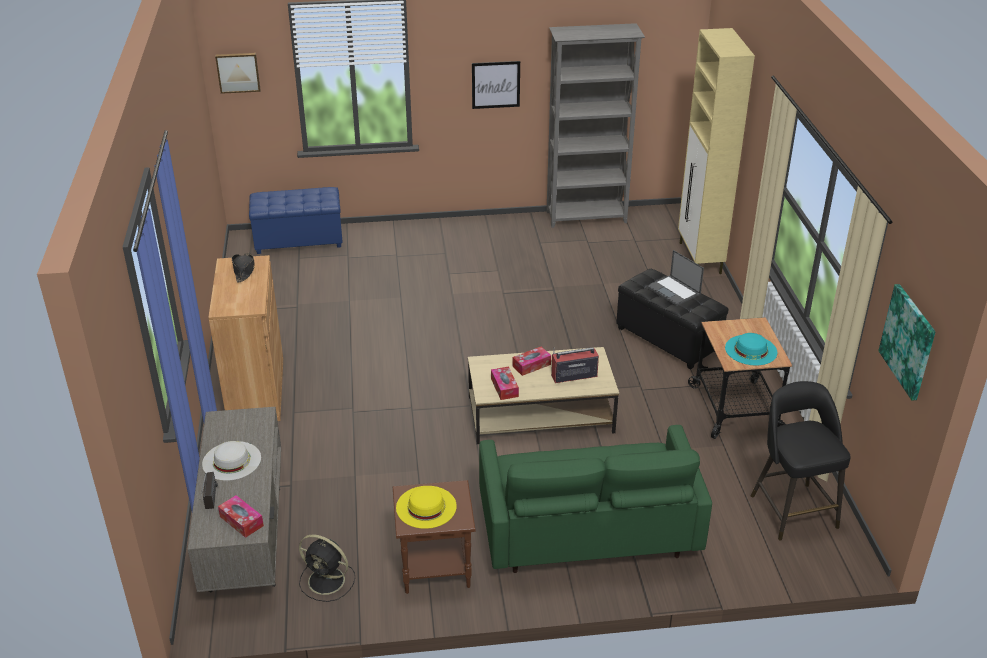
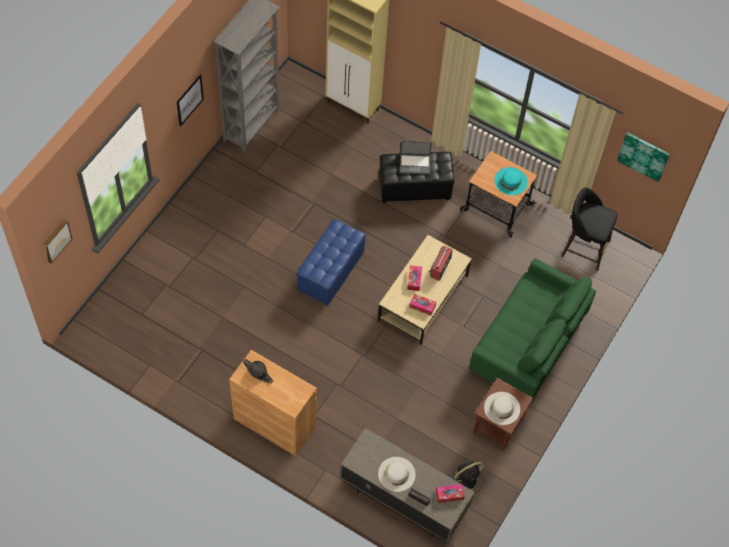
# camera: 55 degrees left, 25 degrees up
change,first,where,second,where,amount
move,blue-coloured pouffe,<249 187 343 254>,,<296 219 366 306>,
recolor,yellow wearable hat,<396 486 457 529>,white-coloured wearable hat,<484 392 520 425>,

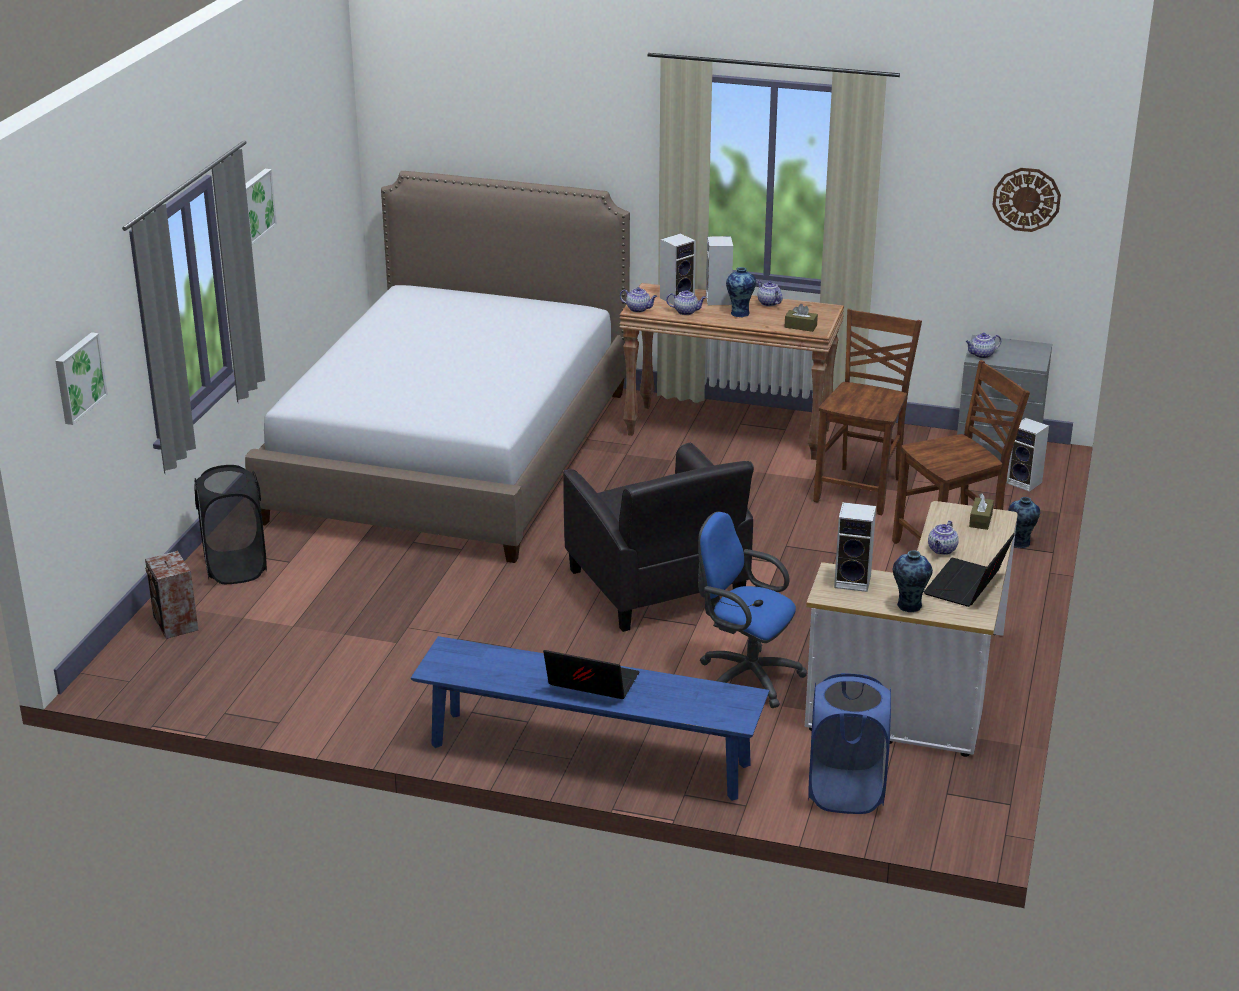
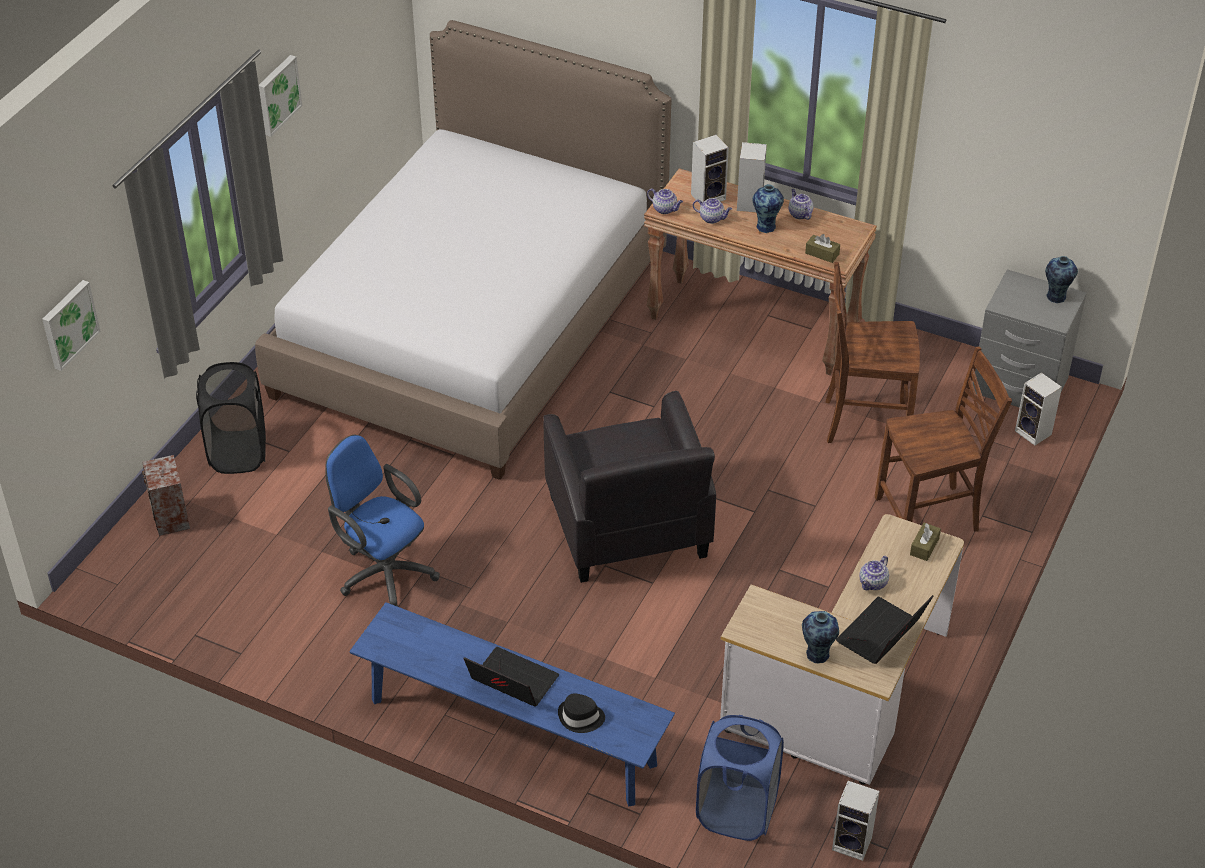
# camera: 10 degrees right, 15 degrees up
change,first,where,second,where,amount
delete,pot for tea,<965 333 1001 359>,,,
delete,hanging clock,<992 168 1061 232>,,,
insert,,,black-coloured wearable hat,<558 693 605 733>,
move,blue-coloured desk chair,<698 511 807 708>,,<325 435 440 607>,
move,speaker,<834 502 876 592>,,<832 781 880 861>,
move,decorative vase,<1008 497 1040 548>,,<1045 256 1078 303>,
rotate,brown upright chair,<813 309 922 515>,,<825 262 920 443>,120 degrees counterclockwise

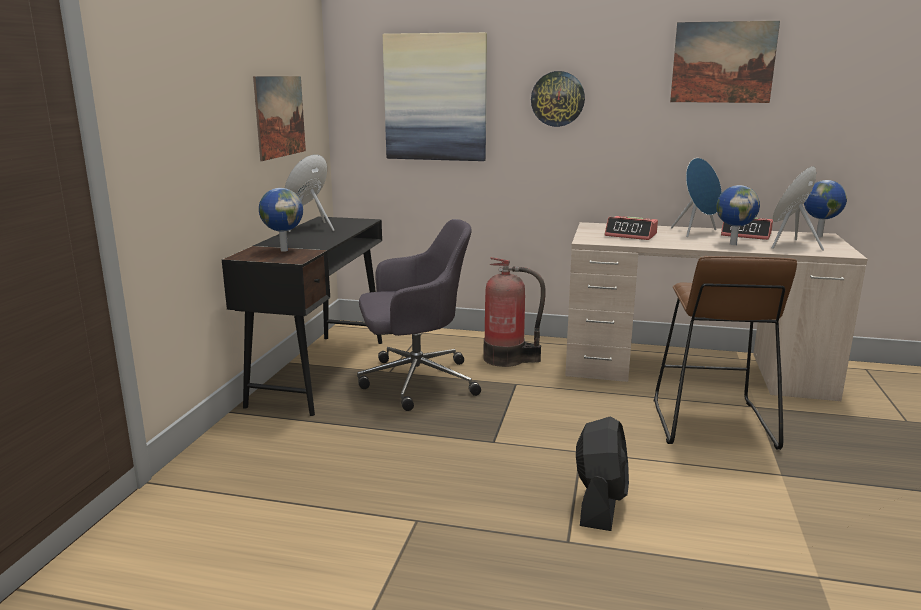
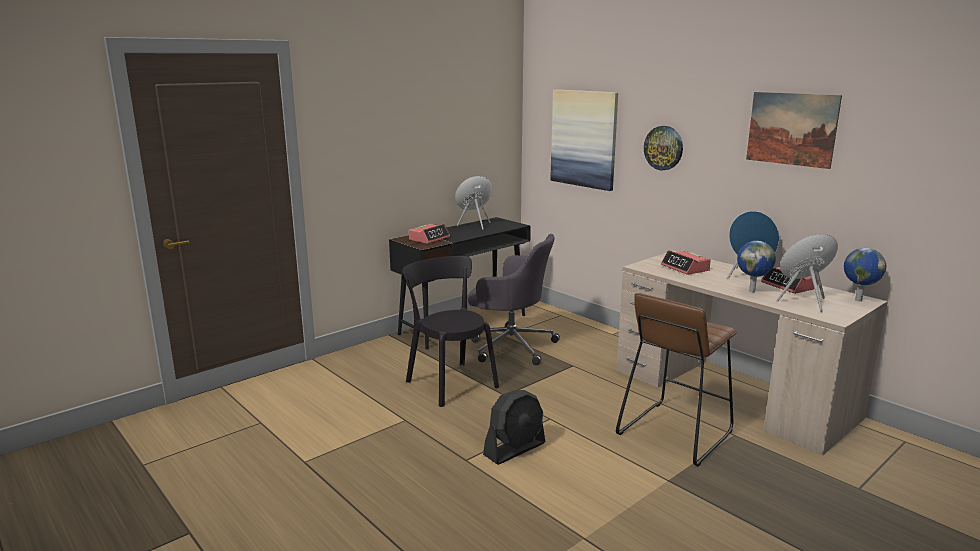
# camera: 35 degrees right, 0 degrees up
change,first,where,second,where,amount
delete,wall art,<253 76 306 161>,,,
delete,fire-fighting cylinder,<483 257 546 367>,,,
insert,,,black-coloured upright chair,<402 256 499 407>,
replace,world globe,<259 188 303 252>,table clock,<409 224 450 244>,

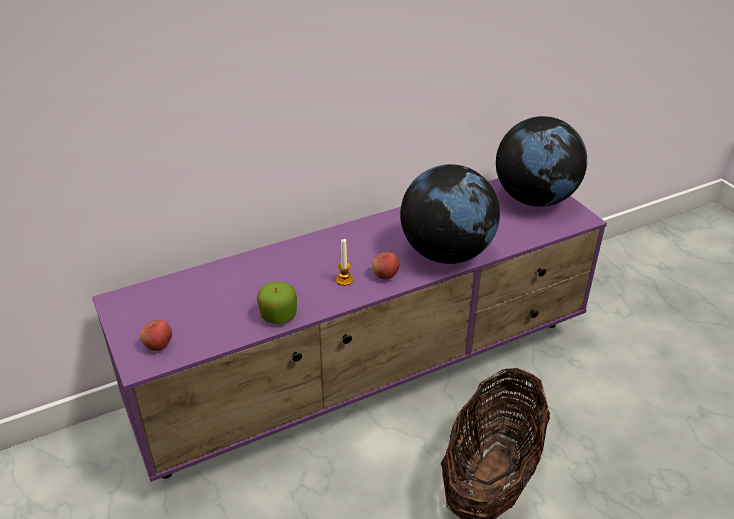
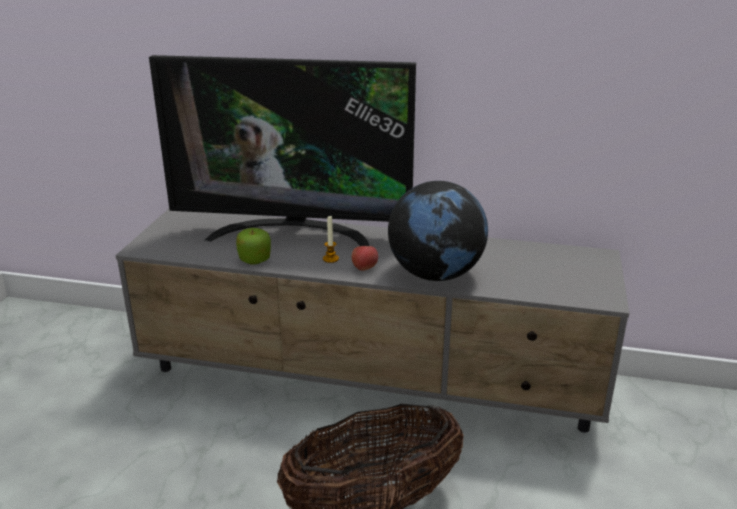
# camera: 40 degrees right, 10 degrees down
change,first,where,second,where,amount
delete,apple,<140 320 172 351>,,,
delete,world globe,<496 116 587 207>,,,
insert,,,TV,<149 55 416 246>,
recolor,purple media console,<92 178 607 482>,greyish media console,<116 209 629 433>,

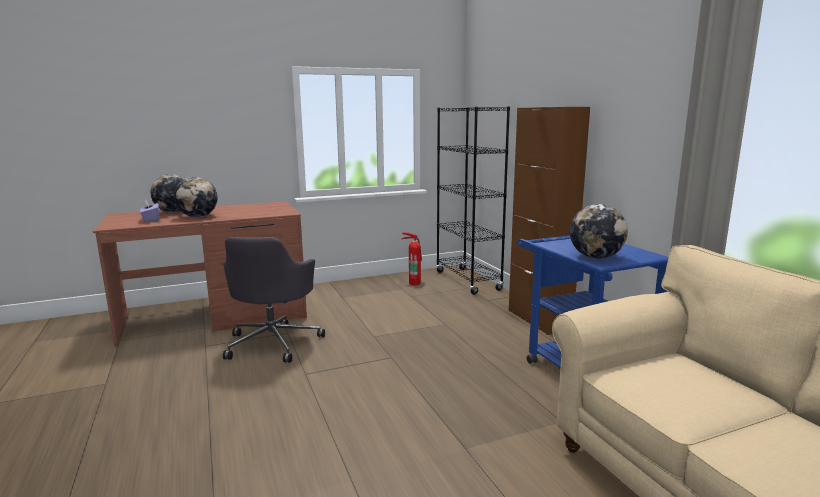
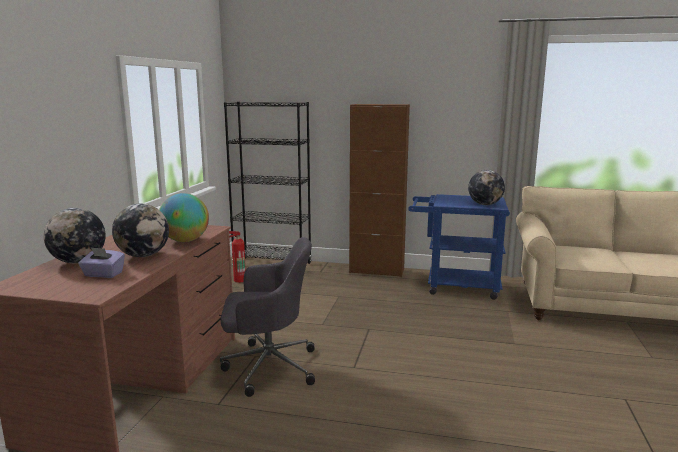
# camera: 55 degrees left, 0 degrees up
change,first,where,second,where,amount
insert,,,world globe,<159 193 209 242>,
rotate,greyish desk chair,<223 237 325 363>,,<220 237 315 397>,45 degrees counterclockwise

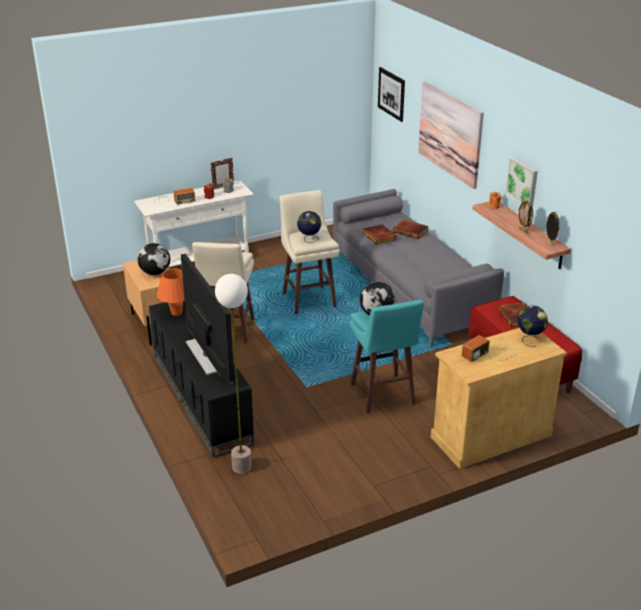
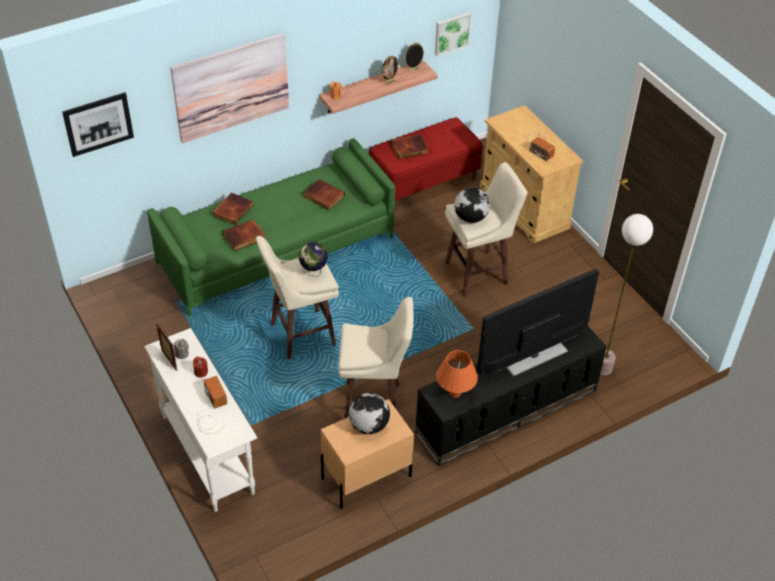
# camera: 95 degrees left, 15 degrees up
change,first,where,second,where,amount
delete,world globe,<517 305 548 347>,,,
insert,,,book,<303 179 345 210>,
move,wall art,<505 157 538 208>,,<435 12 472 56>,
recolor,greyish settee,<333 189 504 347>,green-coloured settee,<147 138 395 317>,
recolor,turquoise stool seat,<350 300 424 414>,beige-coloured stool seat,<445 162 527 296>,

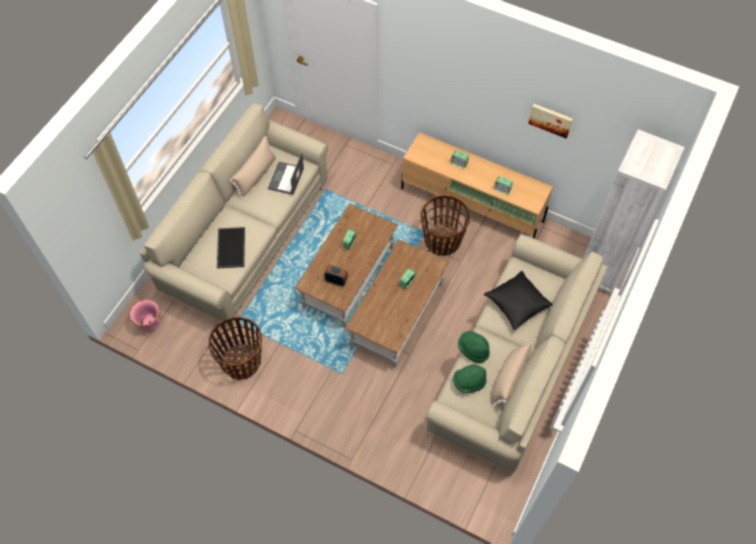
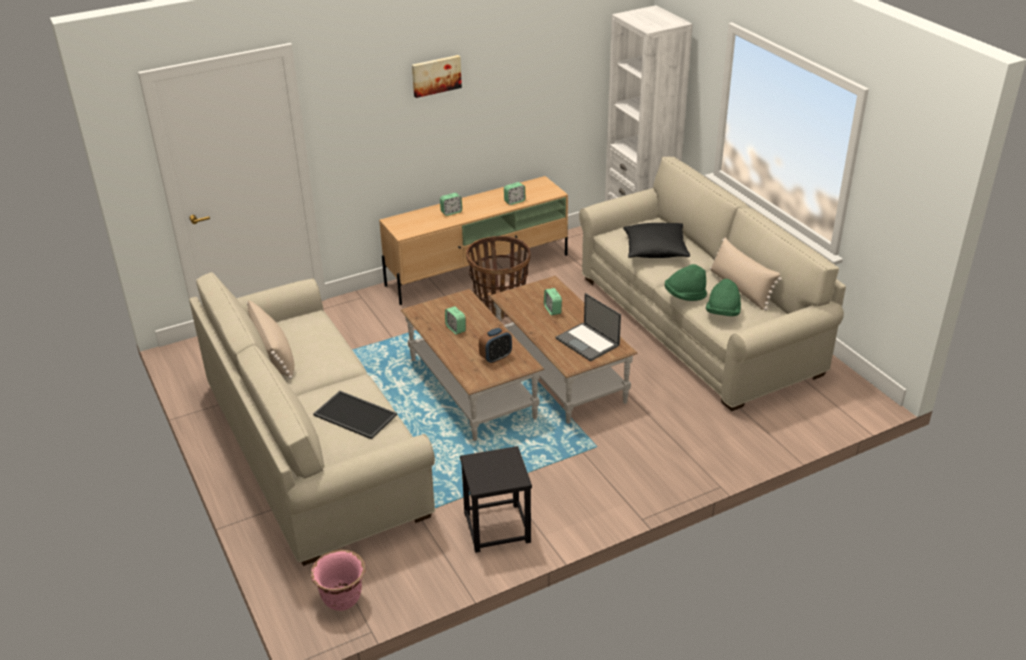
# camera: 55 degrees left, 25 degrees down
change,first,where,second,where,amount
move,portable computer,<268 153 304 195>,,<556 293 621 362>,
move,wall art,<528 104 573 138>,,<412 55 462 98>,
replace,storage basket,<208 317 262 380>,black-coloured stool seat,<460 446 532 553>,

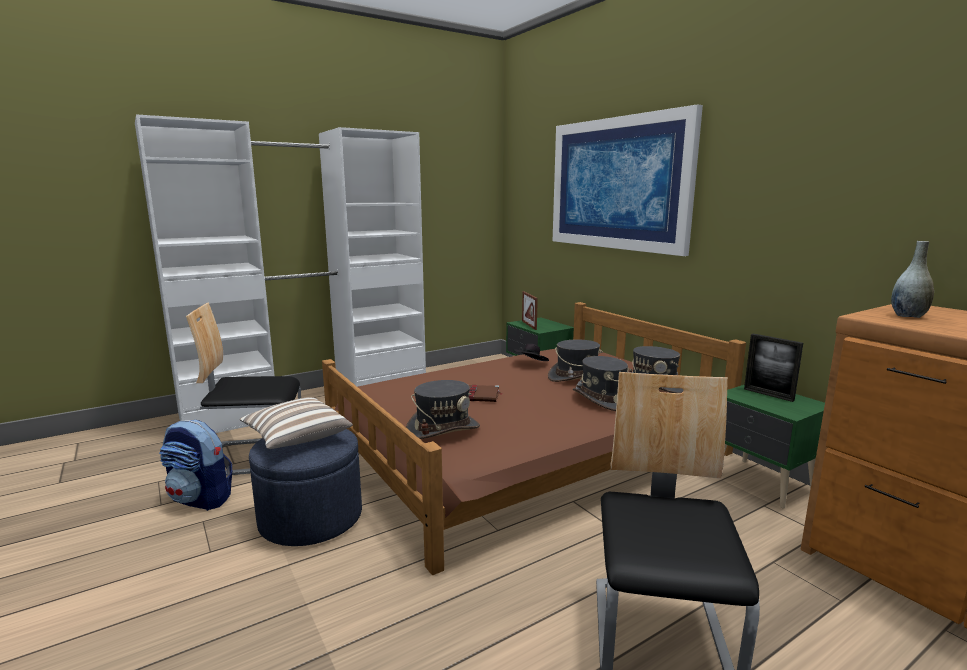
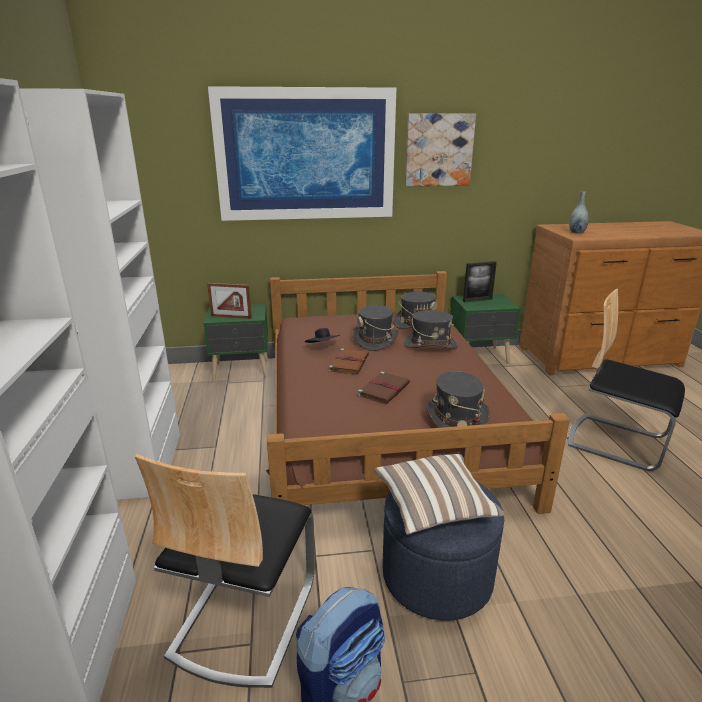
# camera: 65 degrees left, 10 degrees up
change,first,where,second,where,amount
insert,,,brown book,<329 348 369 375>,
insert,,,wall art,<405 113 476 187>,

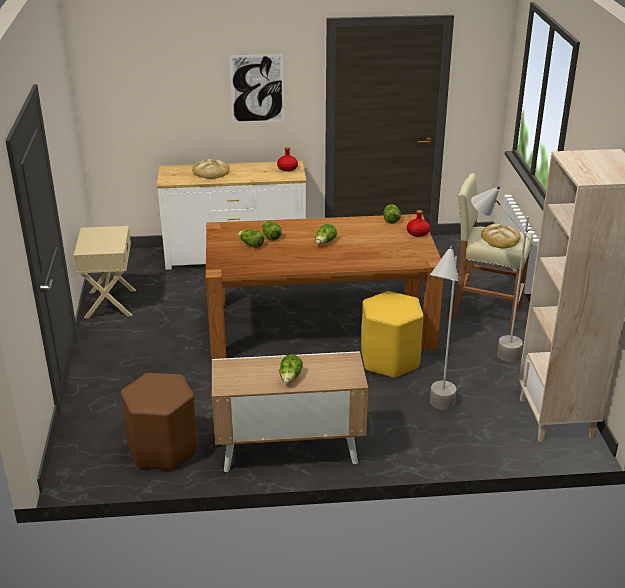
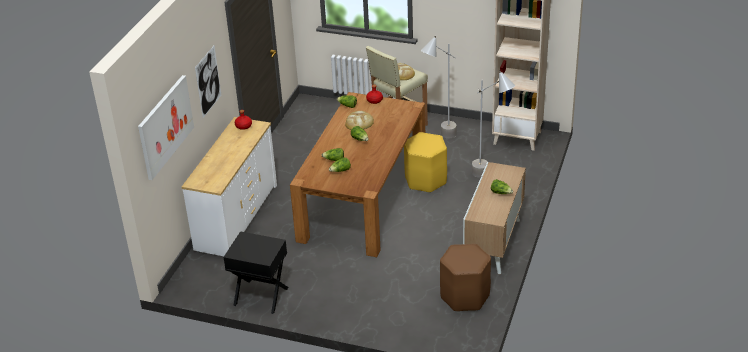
# camera: 65 degrees left, 5 degrees up
change,first,where,second,where,amount
insert,,,wall art,<138 75 194 180>,
move,baked bread,<192 159 230 179>,,<345 111 374 130>,
recolor,beige-coloured night table,<74 226 136 318>,black-coloured night table,<223 231 288 314>,

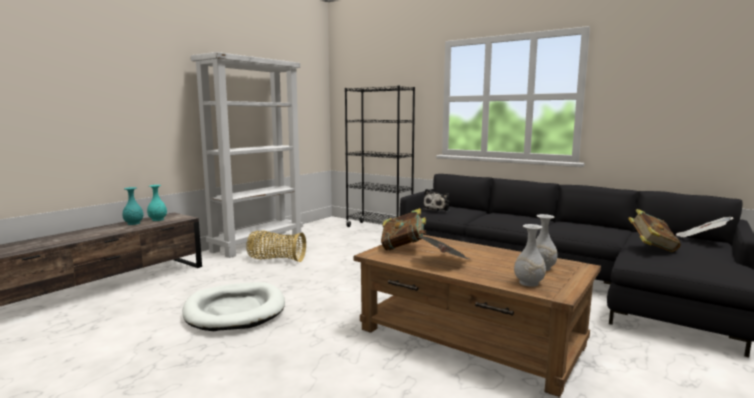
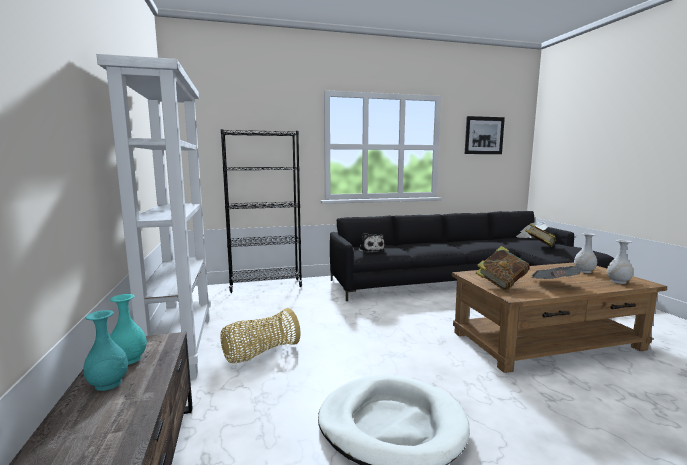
# camera: 50 degrees left, 0 degrees up
change,first,where,second,where,amount
insert,,,wall art,<465 116 505 154>,

